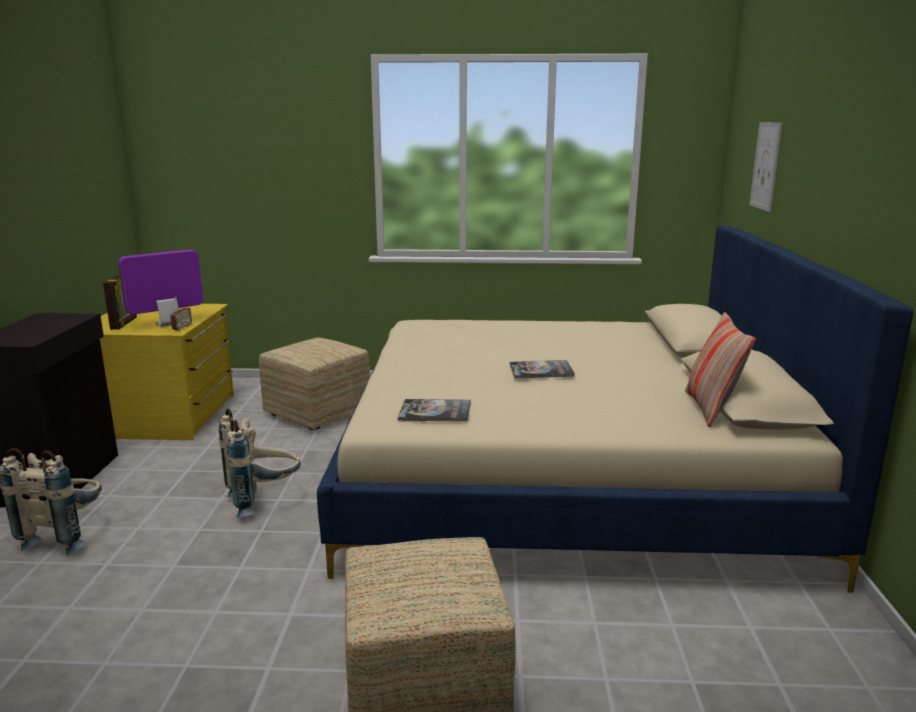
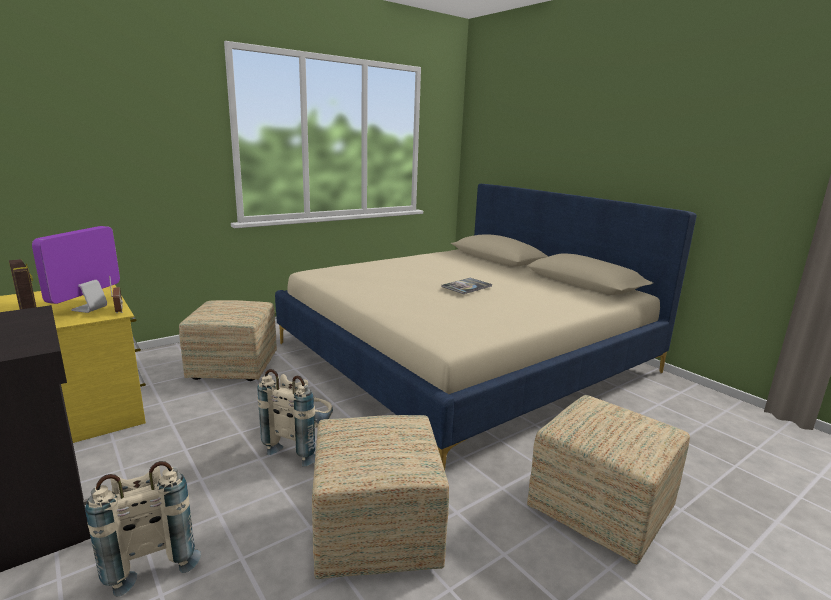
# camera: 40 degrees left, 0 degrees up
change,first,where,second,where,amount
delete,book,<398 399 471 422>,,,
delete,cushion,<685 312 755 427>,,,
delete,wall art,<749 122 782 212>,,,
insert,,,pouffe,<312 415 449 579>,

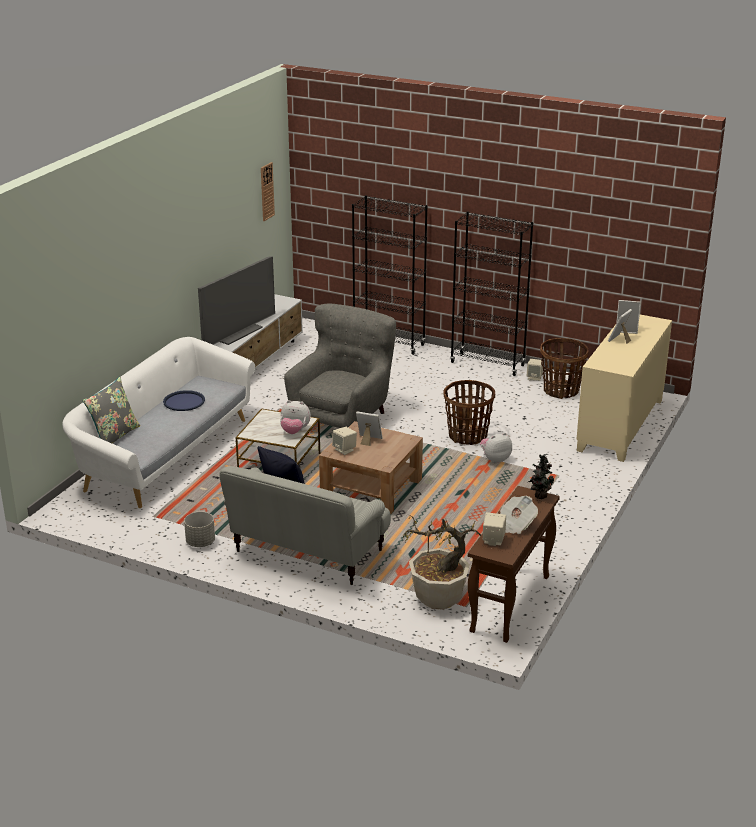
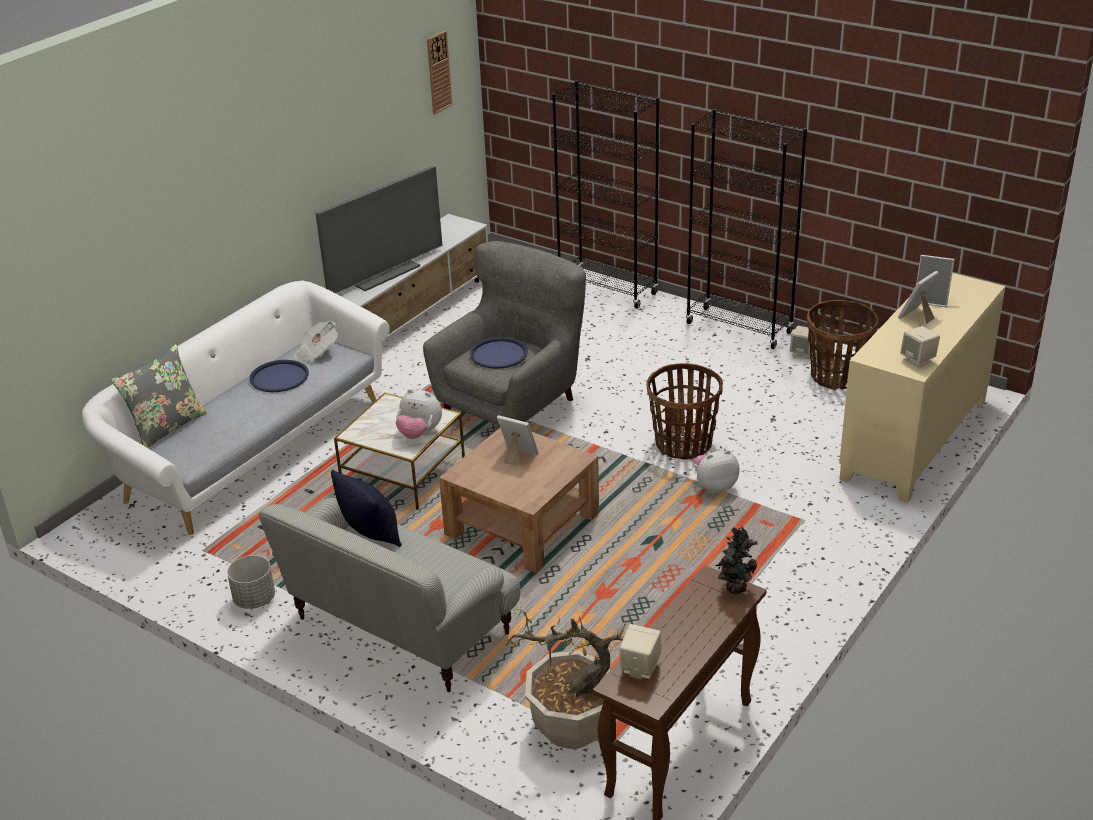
# camera: 10 degrees right, 5 degrees up
change,first,where,second,where,amount
insert,,,blue-coloured tray,<470 337 528 369>,
move,beige-coloured speaker,<332 427 357 455>,,<900 326 940 368>,
move,newspaper,<500 496 538 534>,,<294 321 338 362>,

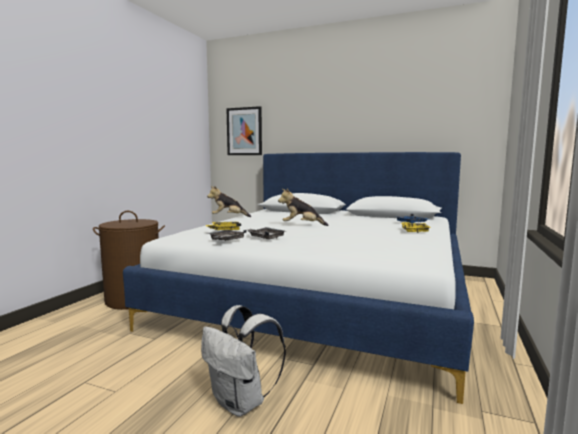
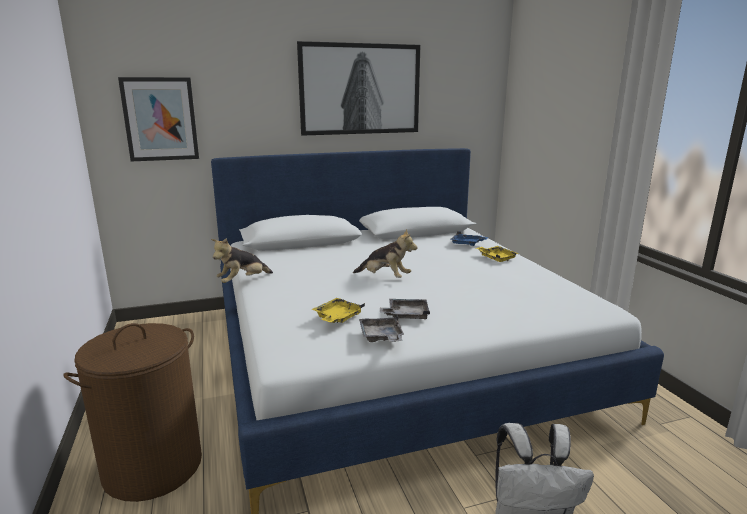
# camera: 40 degrees left, 10 degrees up
change,first,where,second,where,amount
insert,,,wall art,<297 41 420 136>,
rotate,soft toy,<278 188 328 226>,,<353 229 417 278>,120 degrees counterclockwise

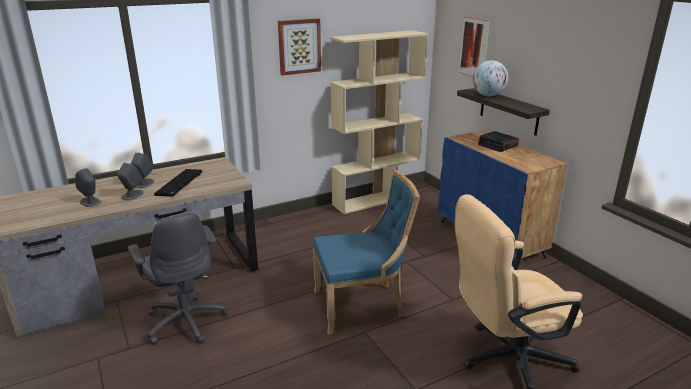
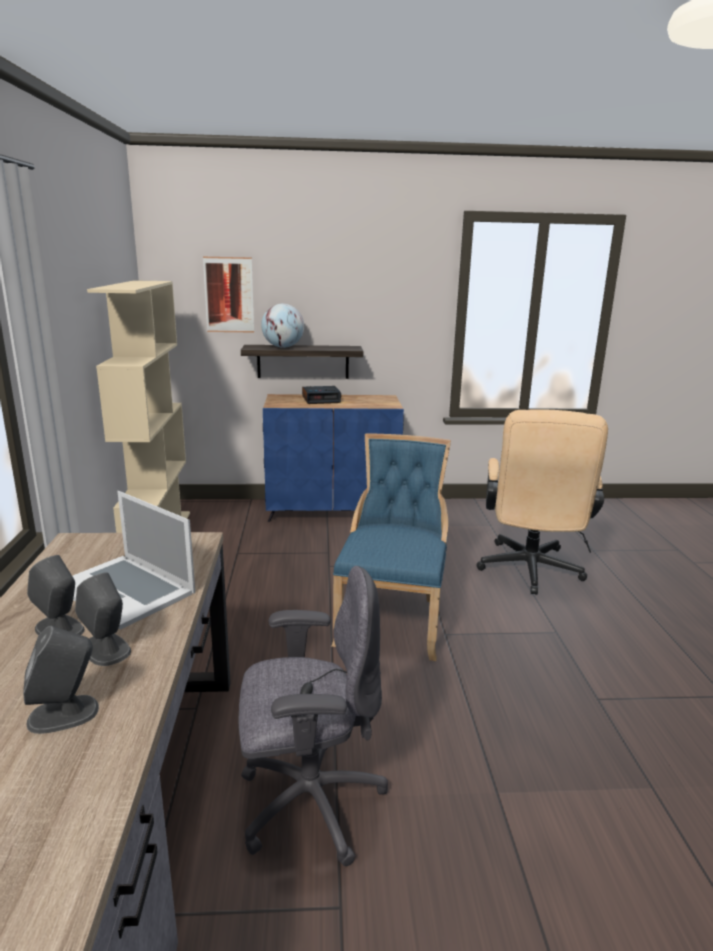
# camera: 65 degrees left, 5 degrees down
change,first,where,second,where,amount
delete,wall art,<278 18 321 76>,,,
replace,PC keyboard,<154 169 202 197>,portable computer,<73 491 195 630>,

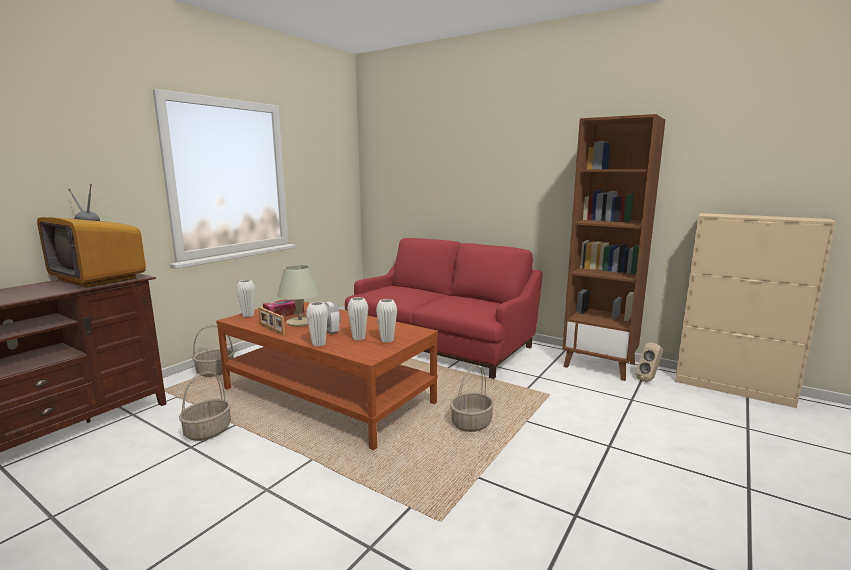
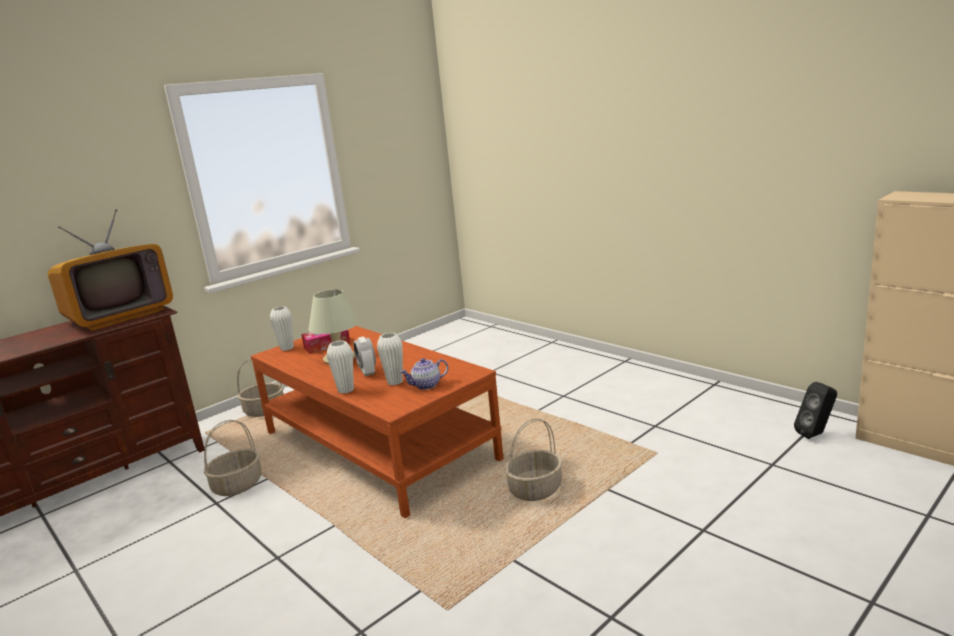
# camera: 15 degrees right, 5 degrees up
change,first,where,second,where,amount
delete,standing frame,<258 307 285 336>,,,
delete,red-coloured settee,<345 238 542 379>,,,
delete,brown bookcase,<562 114 665 381>,,,
replace,white-coloured decorative vase,<376 299 397 343>,pot for tea,<400 358 448 390>,
recolor,beige-coloured speaker,<635 342 663 382>,black-coloured speaker,<794 382 837 439>,
rotate,TV,<37 184 146 288>,,<48 209 173 330>,90 degrees counterclockwise

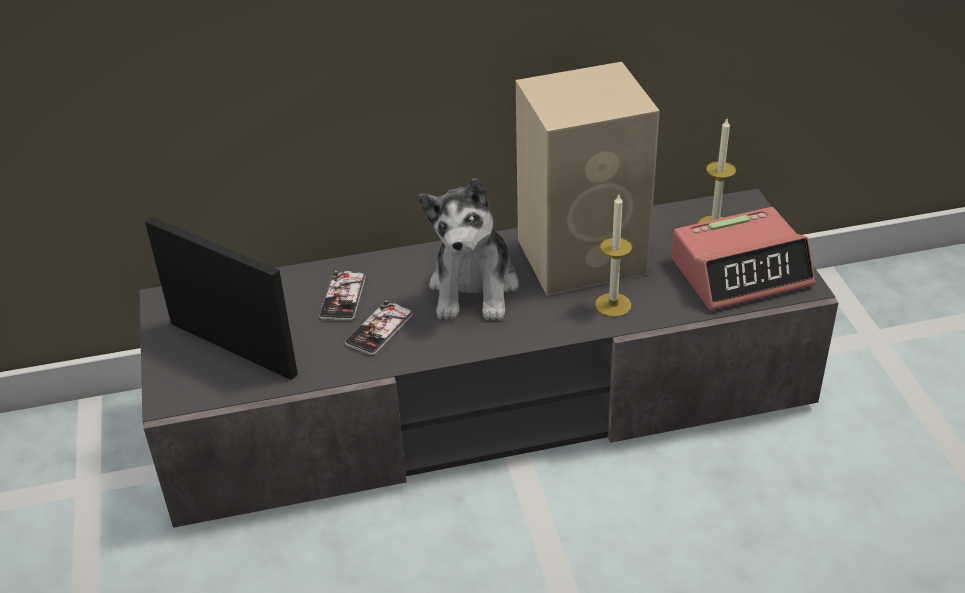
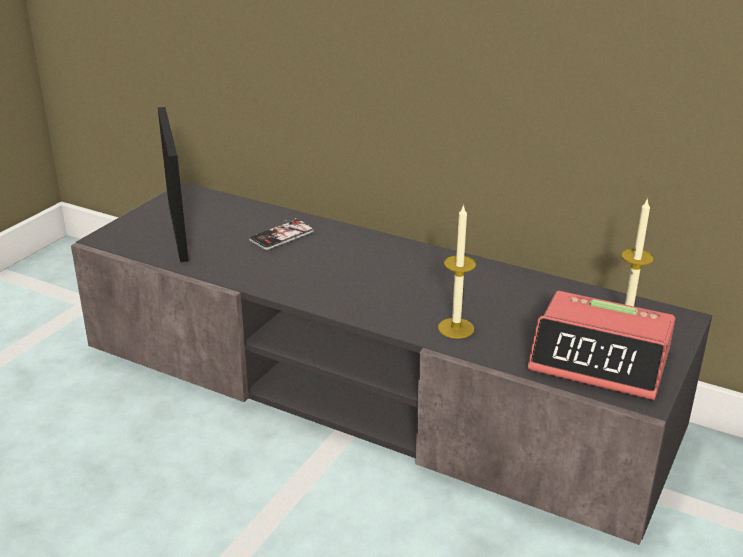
# camera: 40 degrees right, 10 degrees down
change,first,where,second,where,amount
delete,telephone,<345 300 413 355>,,,
delete,soft toy,<419 178 519 321>,,,
delete,beige-coloured speaker,<516 62 660 296>,,,

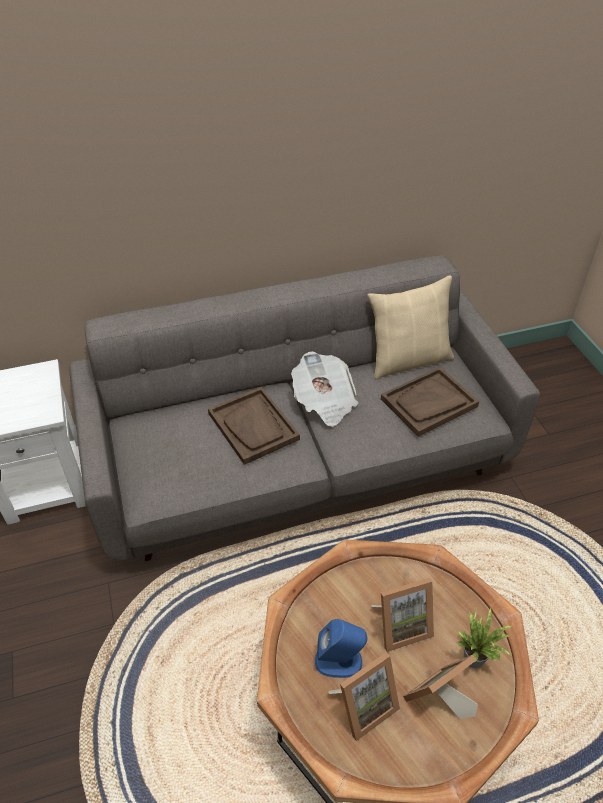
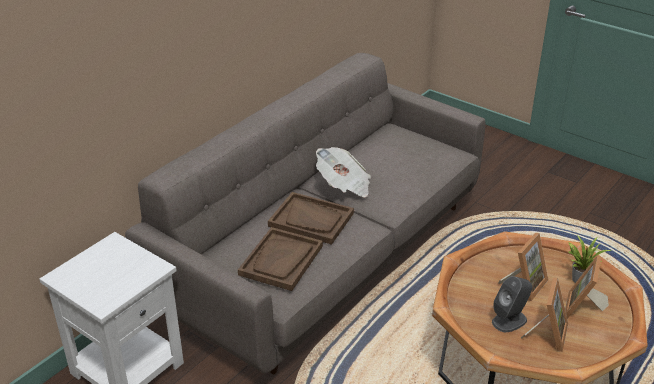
# camera: 35 degrees left, 10 degrees down
change,first,where,second,where,amount
delete,beige-coloured cushion,<367 275 454 379>,,,
move,brown tray,<381 367 479 437>,,<238 227 323 291>,
recolor,blue-coloured speaker,<315 619 367 678>,greyish speaker,<492 276 532 332>,

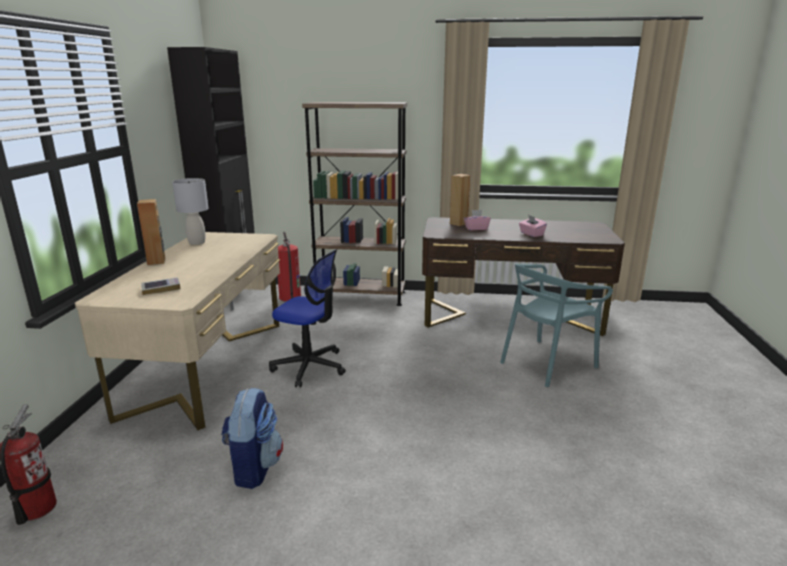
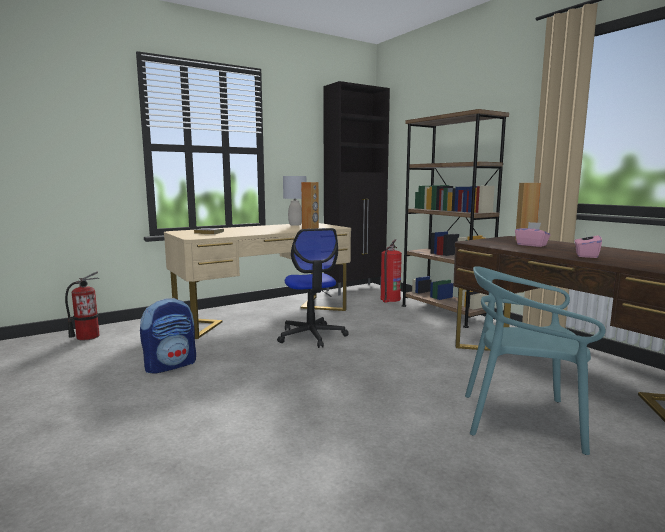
# camera: 50 degrees right, 10 degrees down
change,first,where,second,where,amount
move,brown speaker,<137 199 165 265>,,<301 182 319 229>,

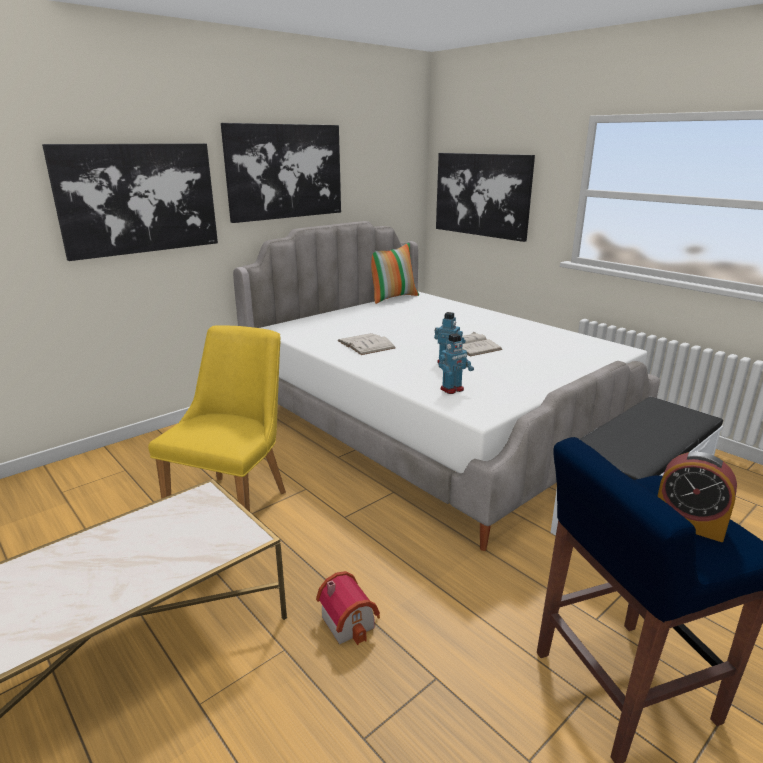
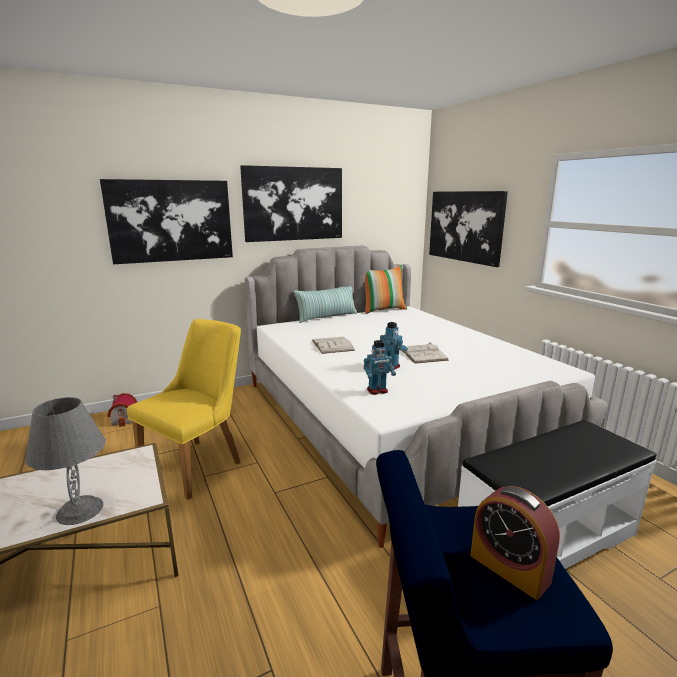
# camera: 15 degrees right, 5 degrees down
change,first,where,second,where,amount
insert,,,greyish table lamp,<25 397 106 525>,
insert,,,cushion,<294 286 357 323>,
move,toy house,<316 571 380 645>,,<107 393 137 427>,

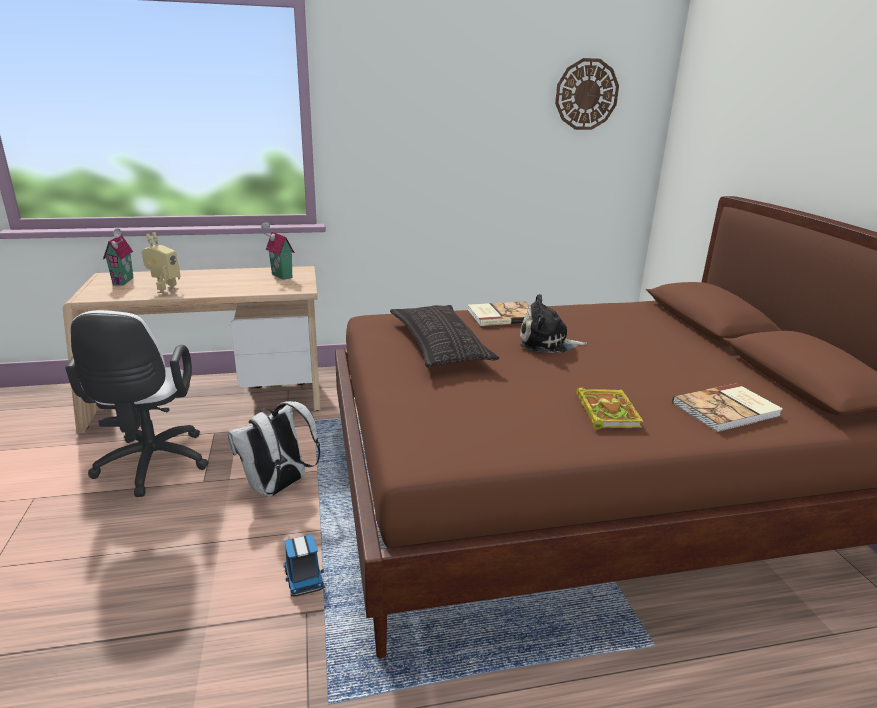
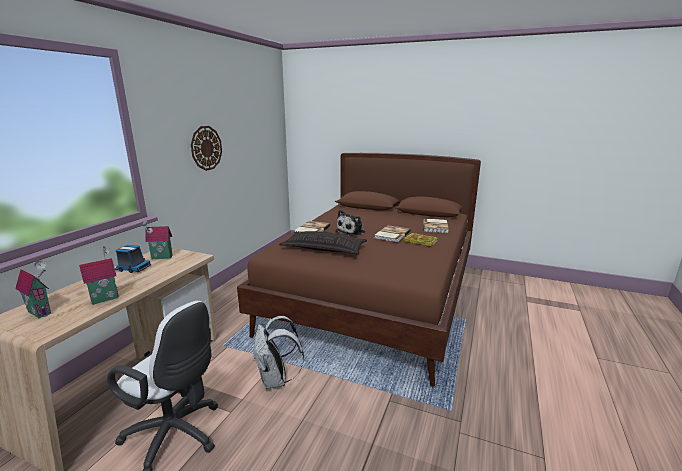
# camera: 55 degrees left, 5 degrees down
change,first,where,second,where,amount
insert,,,book,<375 225 411 242>,
move,toy truck,<284 535 325 596>,,<115 245 151 273>,
move,hanging clock,<555 58 619 130>,,<191 126 222 171>,
replace,toy robot,<142 232 180 294>,toy house,<79 246 119 305>,

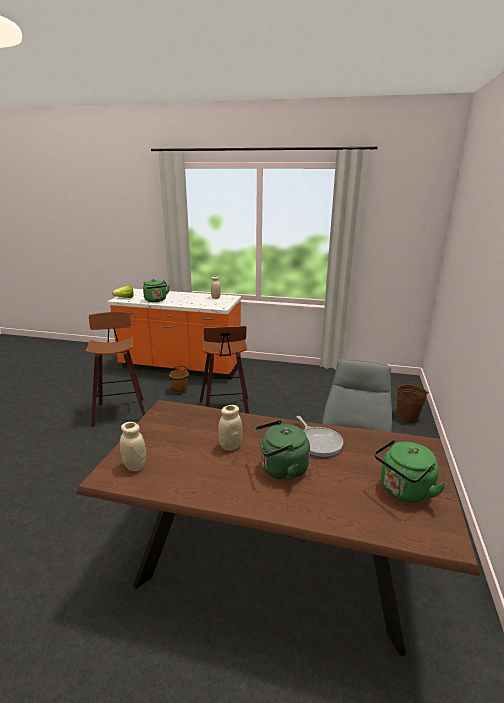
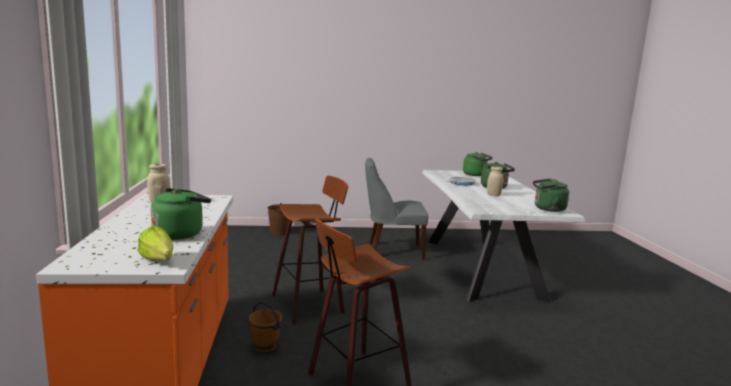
# camera: 110 degrees left, 10 degrees down
change,first,where,second,where,amount
replace,beige-coloured storage jar,<120 422 146 471>,green-coloured tea kettle,<533 179 569 212>,
recolor,brown dinner table,<76 400 480 657>,white-coloured dinner table,<422 170 586 302>,

